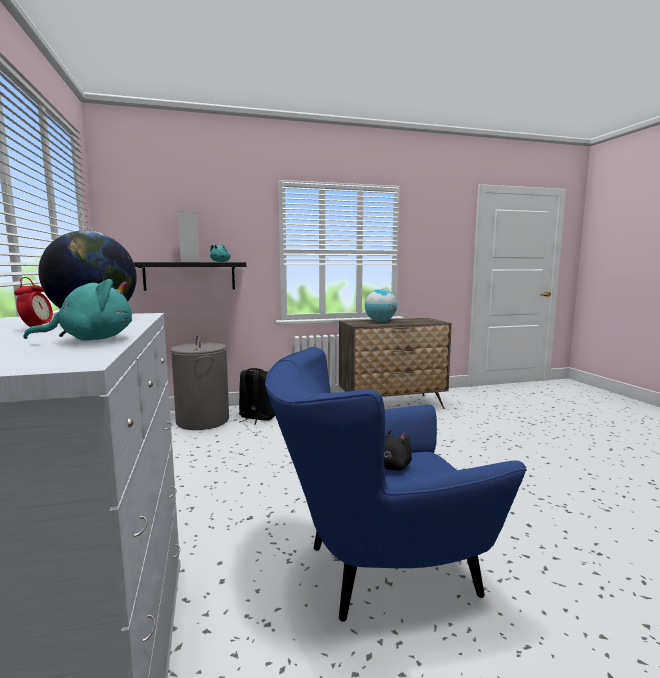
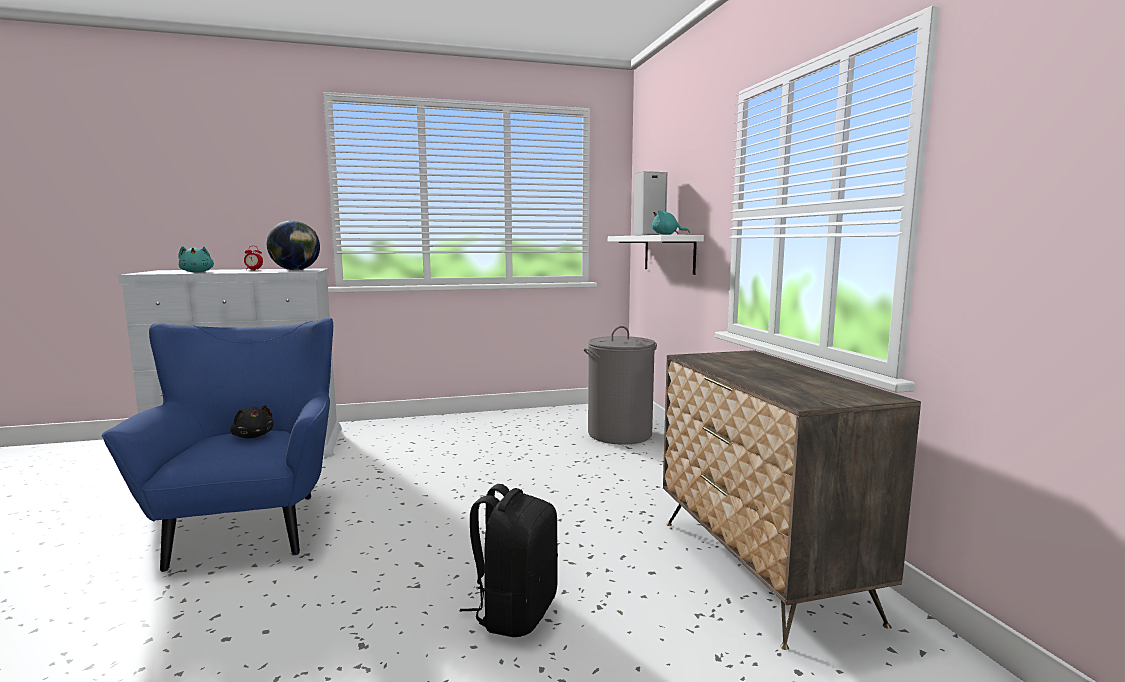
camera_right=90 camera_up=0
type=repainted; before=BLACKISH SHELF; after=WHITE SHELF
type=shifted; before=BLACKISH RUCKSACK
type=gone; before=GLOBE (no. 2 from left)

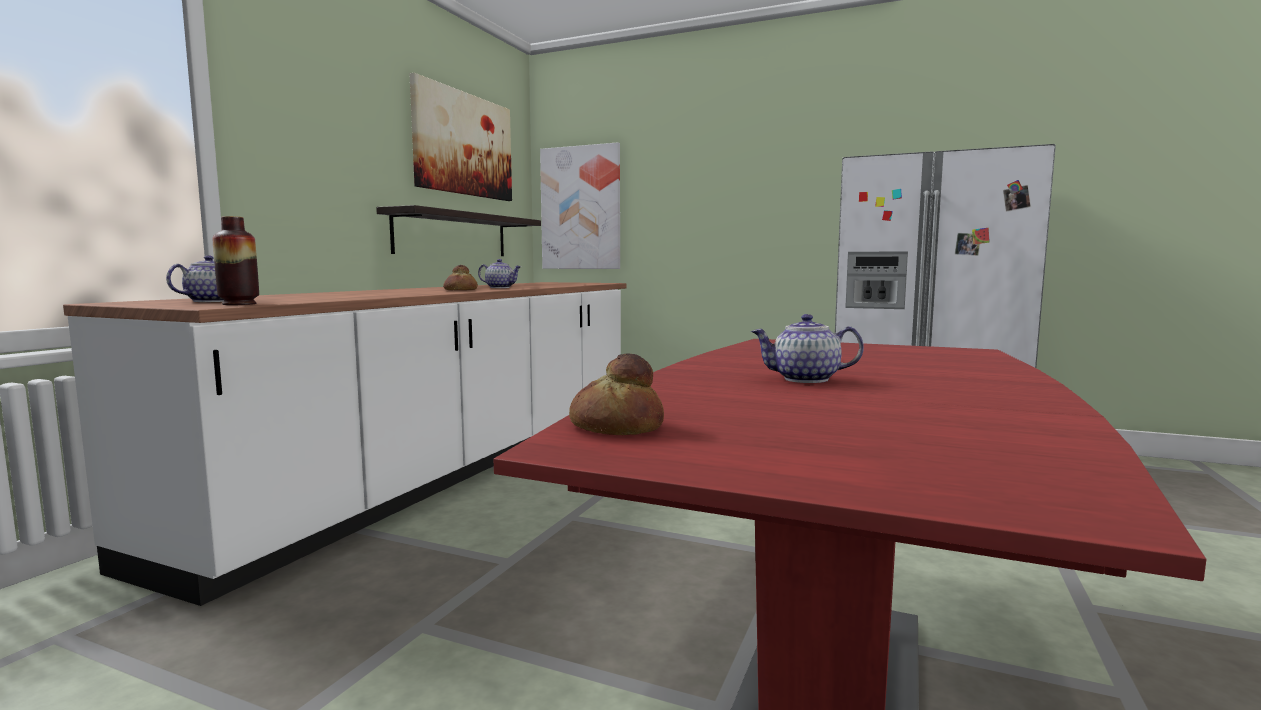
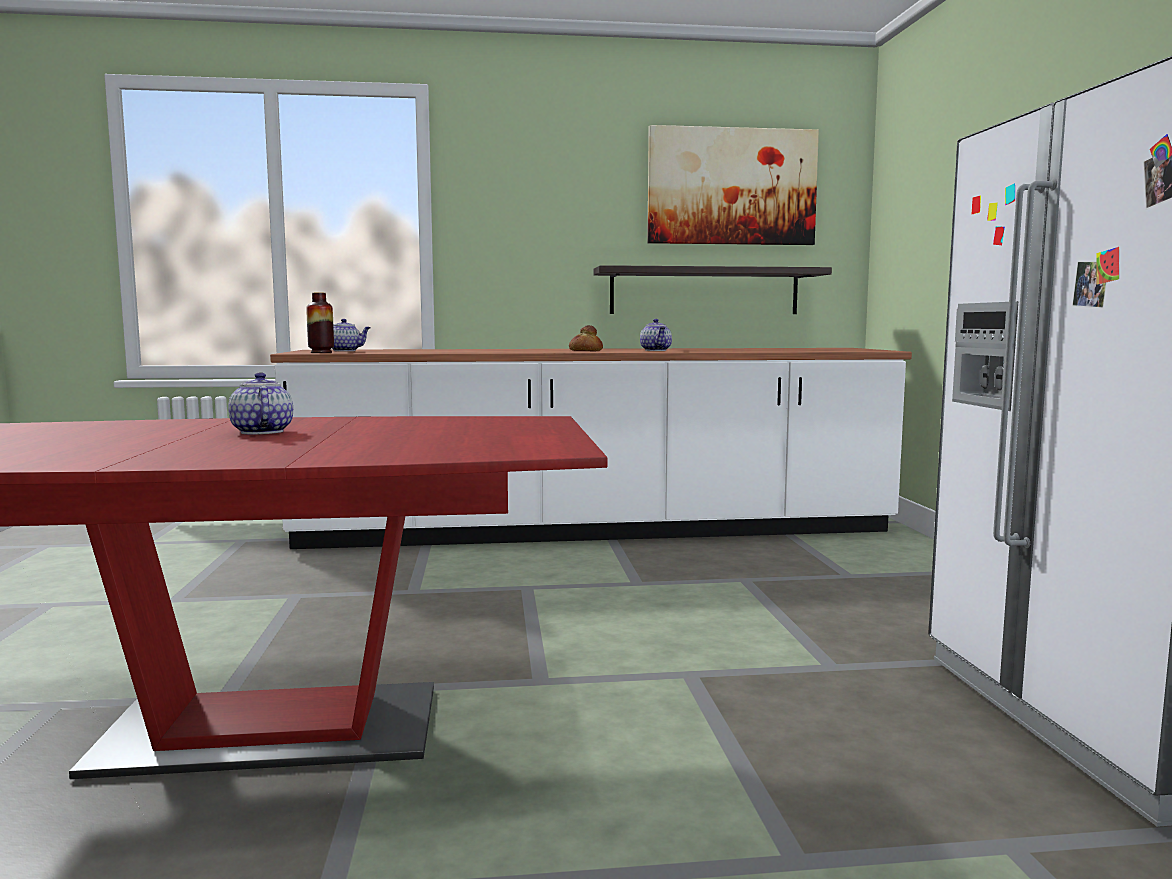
camera_right=60 camera_up=0
type=gone; before=WALL PICTURE (no. 2 from left)
type=gone; before=BAKERY BREAD (no. 2 from left)

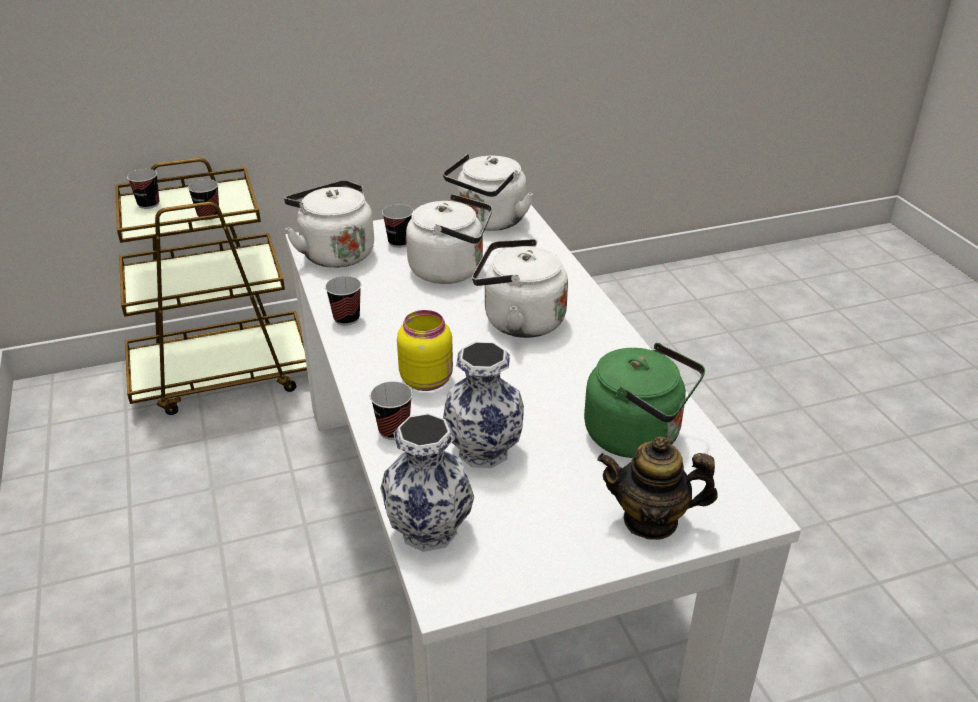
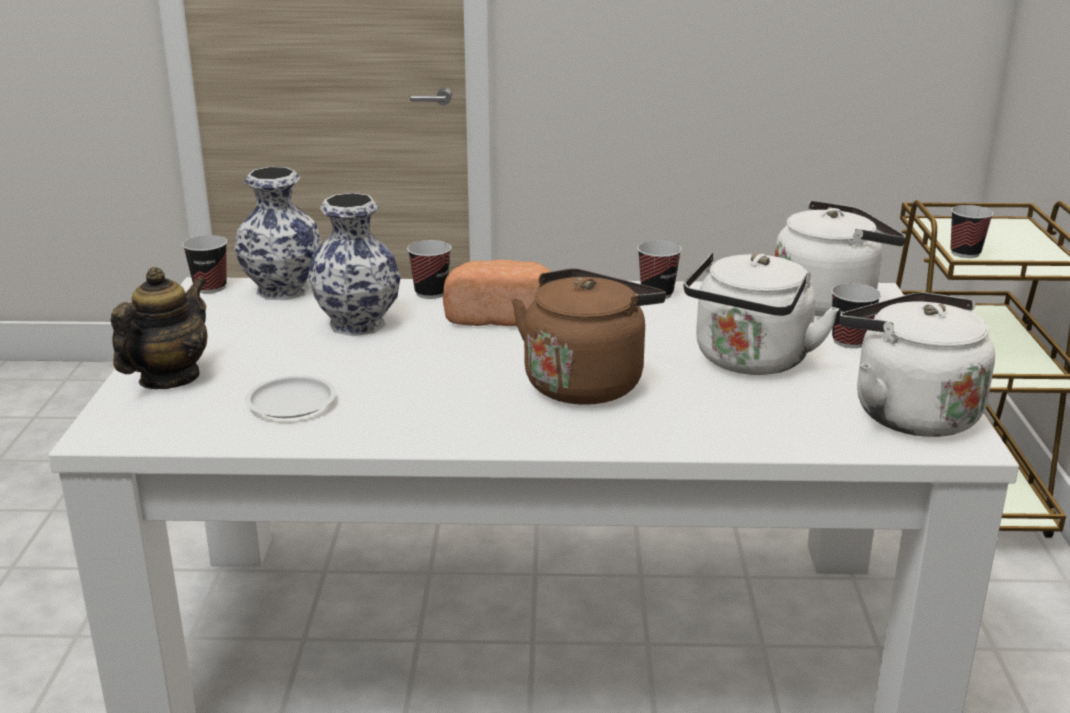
camera_right=110 camera_up=-10
type=shifted; before=CUP (no. 1 from left)
type=swapped; before=YELLOW-COLOURED PRESERVE JAR; after=BAKERY BREAD
type=repainted; before=WHITE KETTLE (no. 4 from left); after=BROWNISH KETTLE
type=swapped; before=GREENISH KETTLE; after=WHITE PLATE

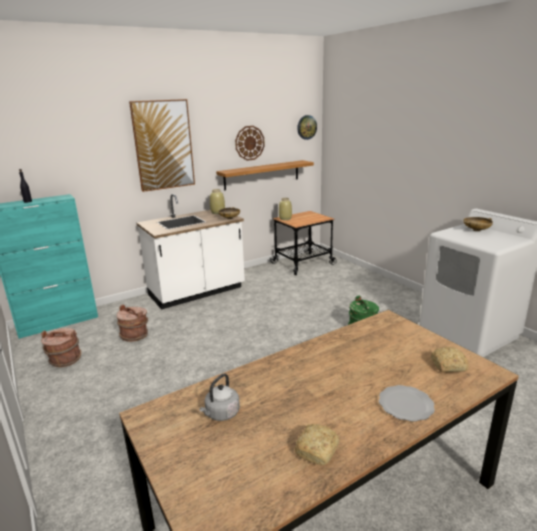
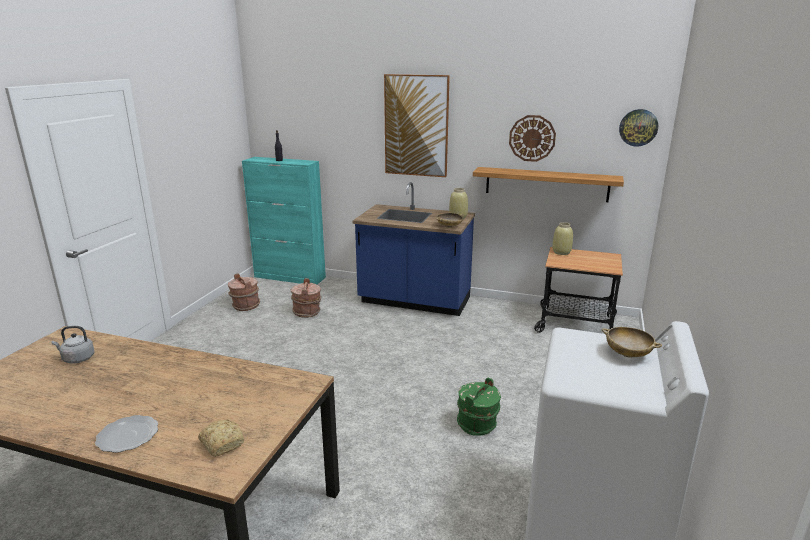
camera_right=50 camera_up=0
type=repainted; before=WHITE KITCHEN COUNTER; after=BLUISH KITCHEN COUNTER
type=gone; before=BAKERY BREAD (no. 1 from left)

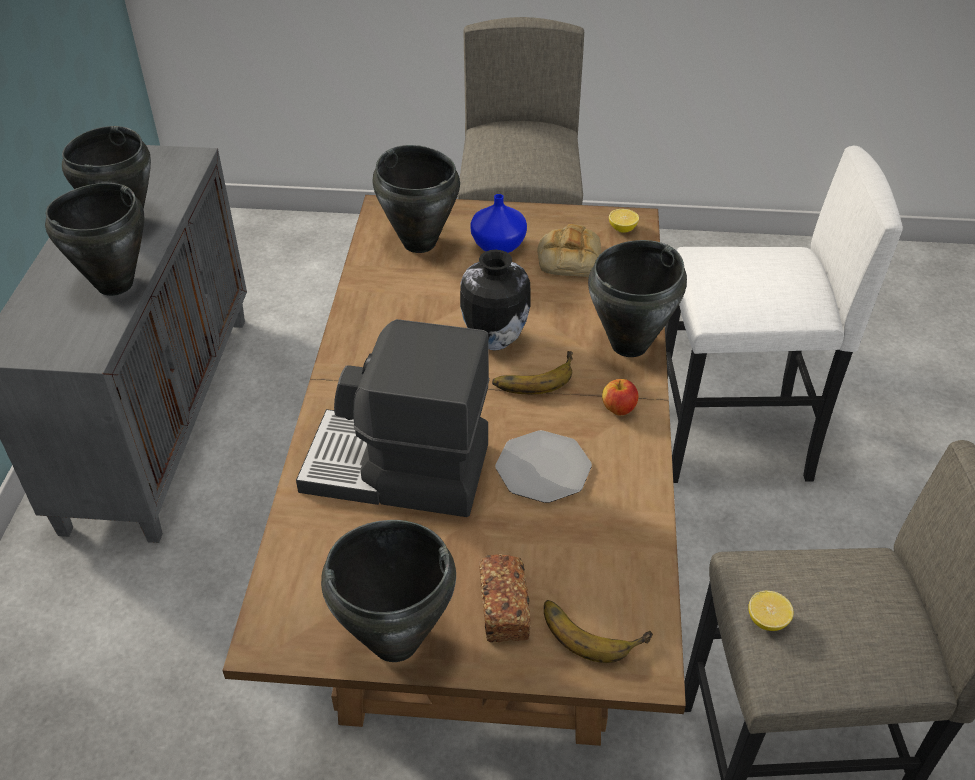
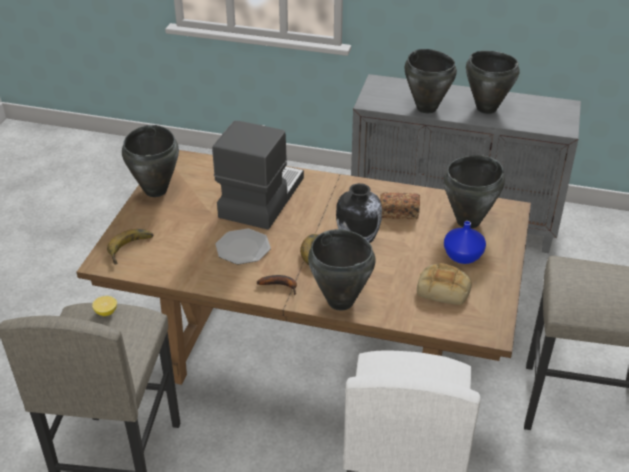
camera_right=100 camera_up=-5
type=shifted; before=BAKERY BREAD (no. 1 from left)
type=swapped; before=APPLE; after=BANANA (no. 2 from left)
type=gone; before=LEMON (no. 1 from left)

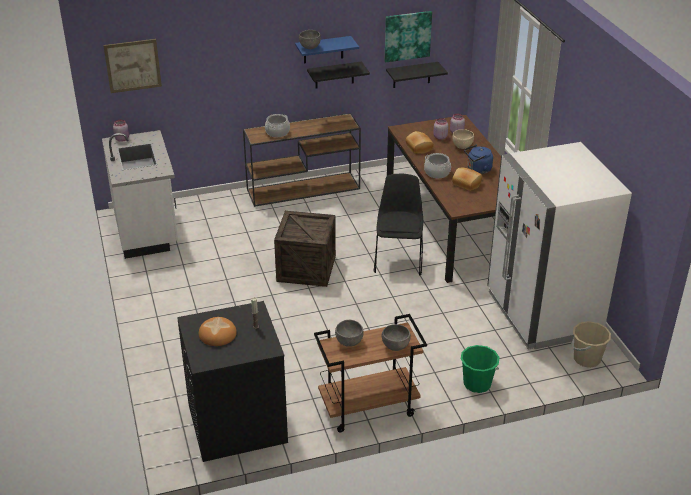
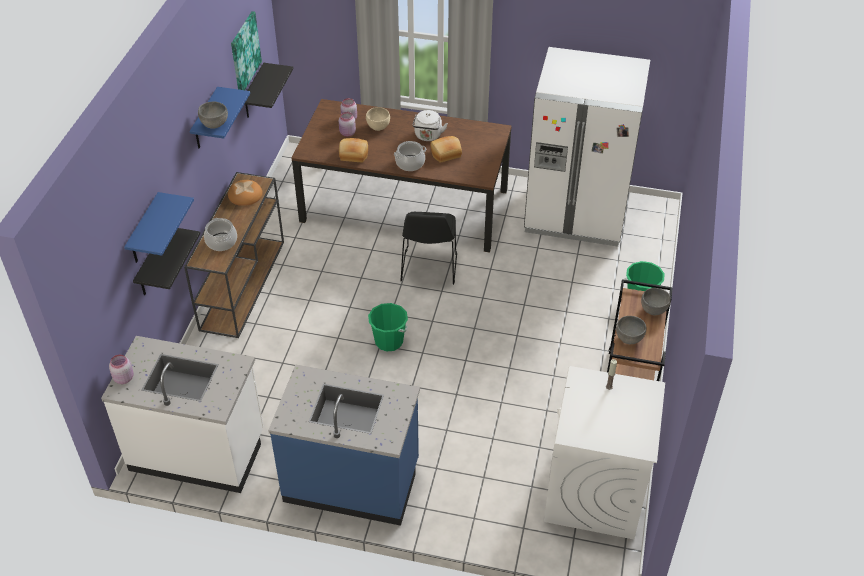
camera_right=-60 camera_up=10
type=gone; before=WALL PICTURE (no. 1 from left)
type=repainted; before=BLACKISH WASHING MACHINE; after=WHITE WASHING MACHINE
type=shifted; before=BAKERY BREAD (no. 1 from left)
type=swapped; before=SHIPPING CRATE; after=GREENISH PAIL (no. 1 from left)
type=shifted; before=BLACKISH SHELF (no. 1 from left)
type=rotated; before=BLACKISH UPRIGHT CHAIR; turn=-120
type=repainted; before=BLUISH KETTLE; after=WHITE KETTLE
type=gone; before=BEIGE PAIL
type=new; after=BLUISH SHELF (no. 1 from left)
type=new; after=BLUISH KITCHEN COUNTER

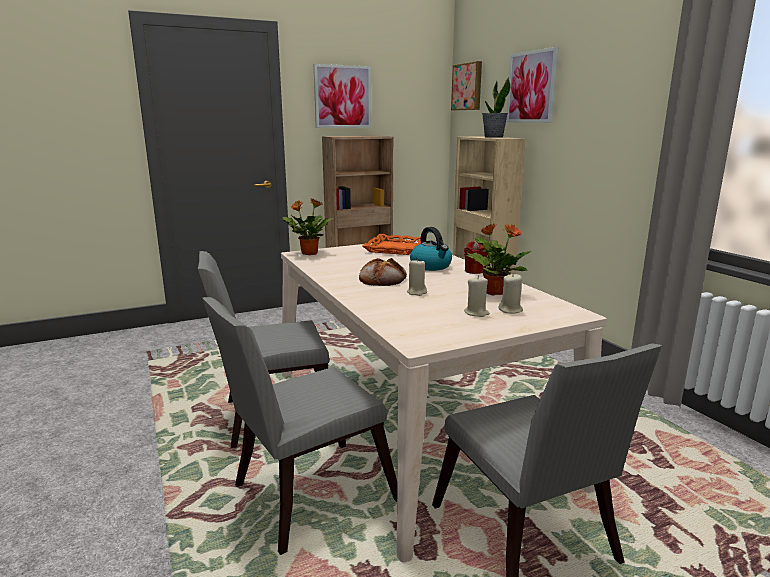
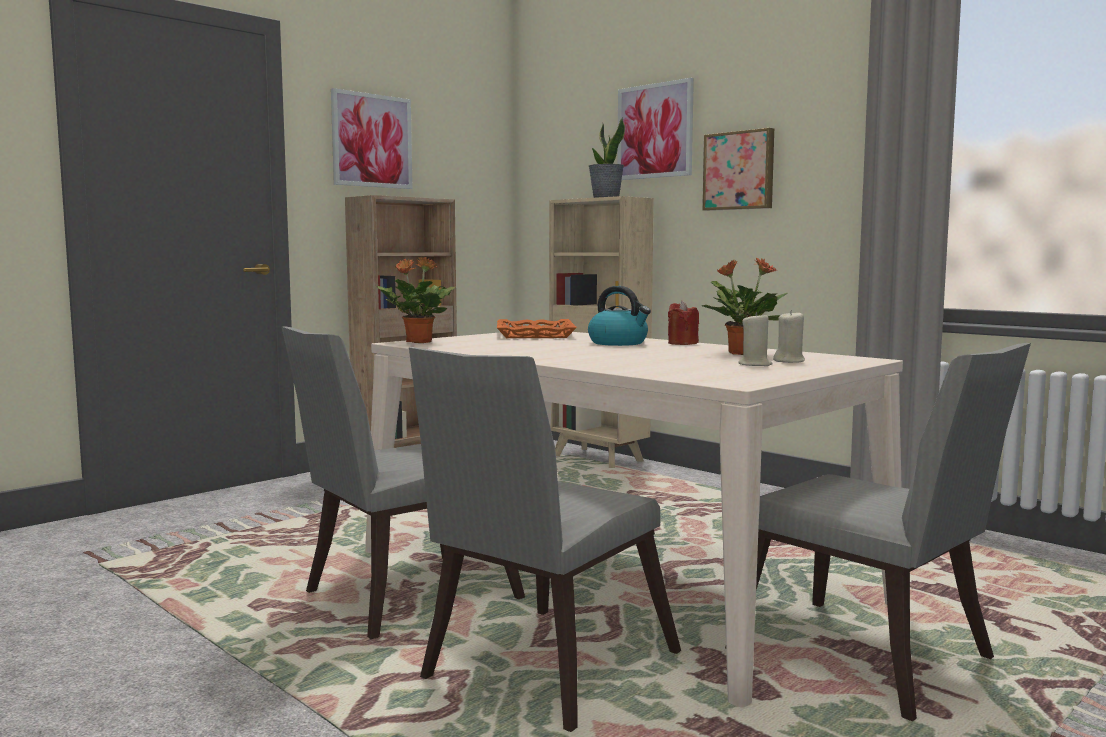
camera_right=-20 camera_up=-10
type=gone; before=BAKERY BREAD
type=gone; before=BEIGE WAX LIGHT (no. 1 from left)
type=shifted; before=WALL PICTURE (no. 2 from left in the first image); after=WALL PICTURE (no. 3 from left)

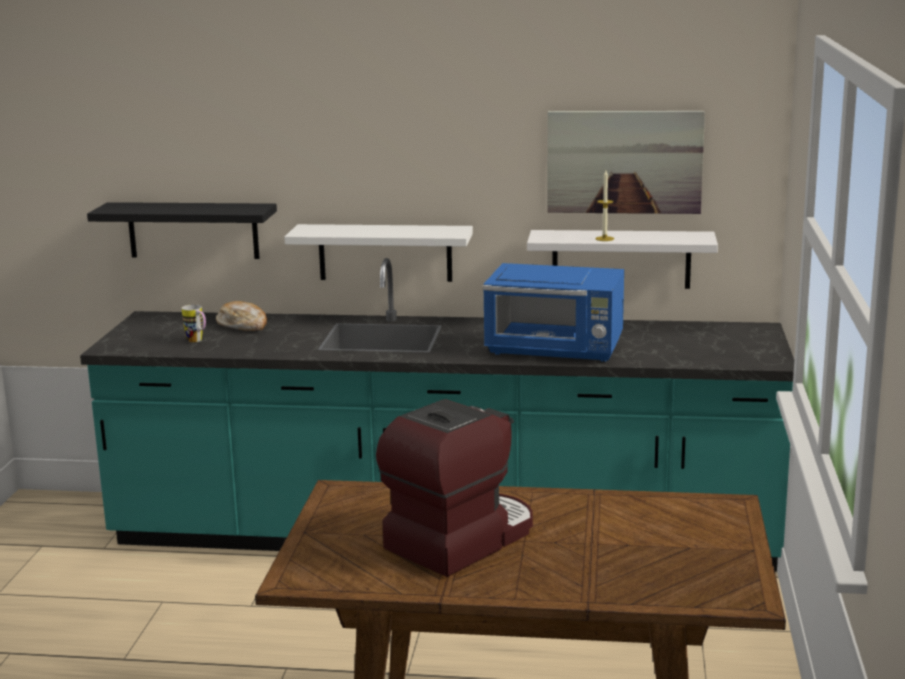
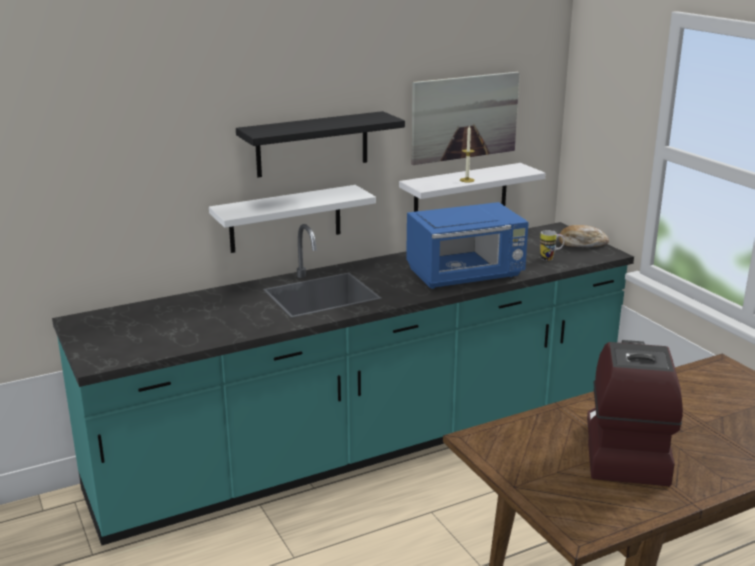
camera_right=-35 camera_up=5
type=shifted; before=BLACKISH SHELF
type=shifted; before=COFFEE MUG
type=shifted; before=BAKERY BREAD

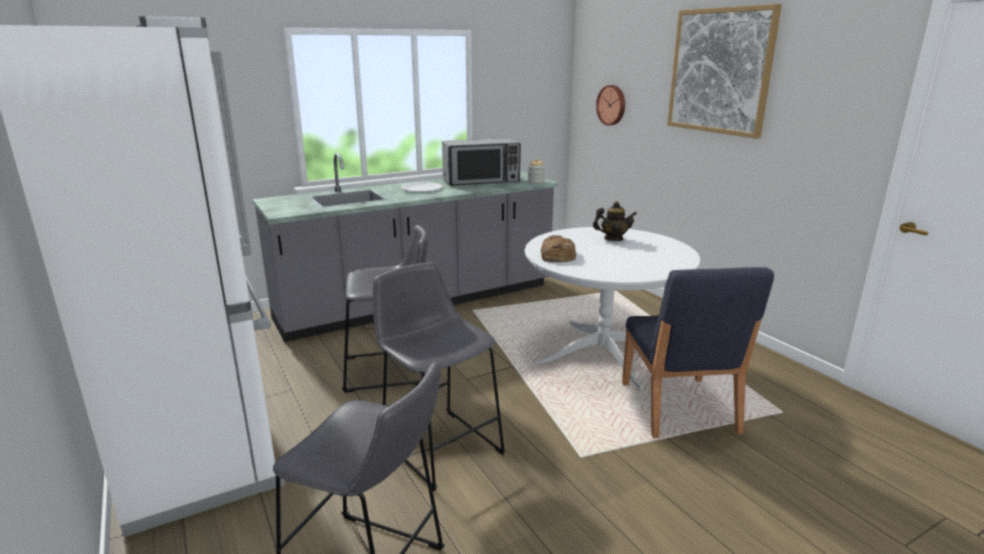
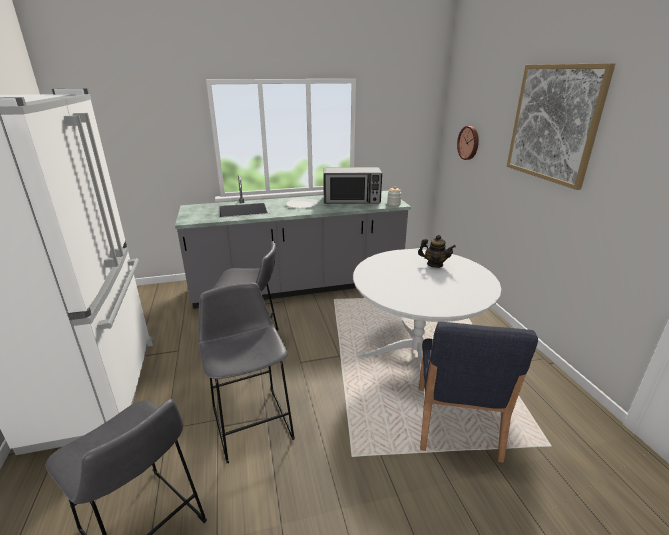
camera_right=15 camera_up=5
type=gone; before=BAKERY BREAD

